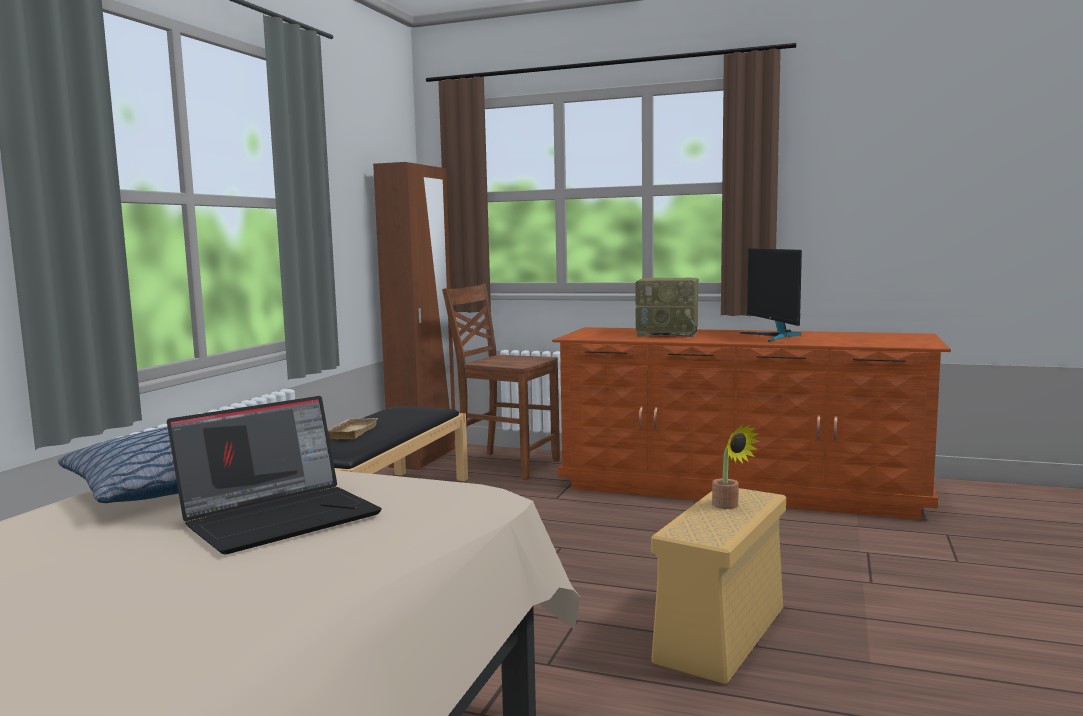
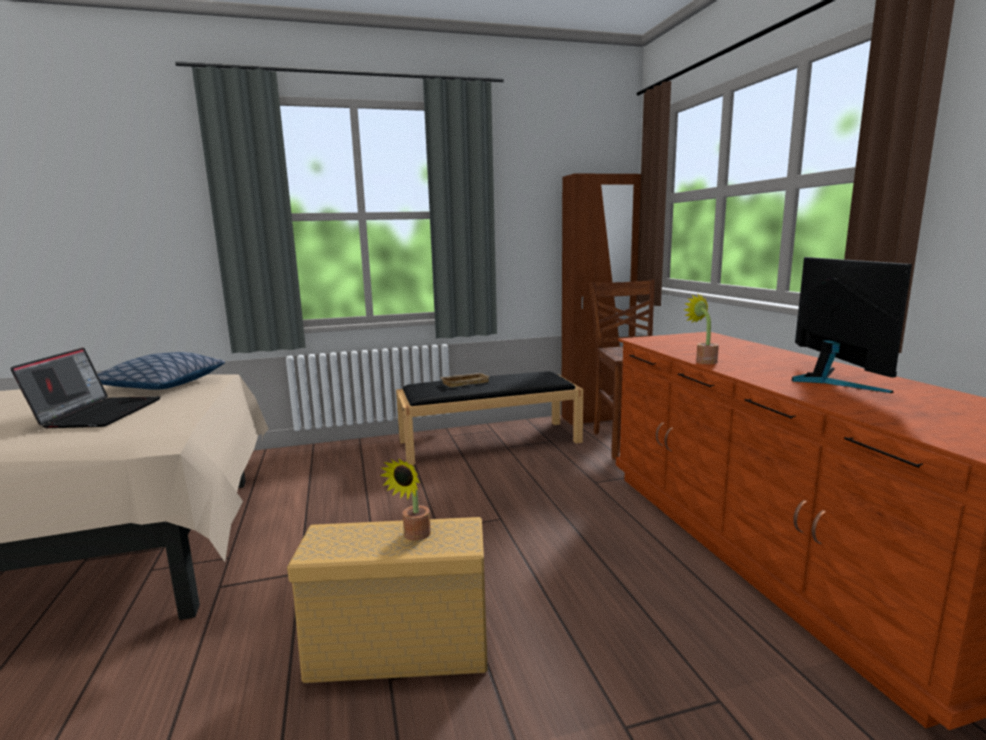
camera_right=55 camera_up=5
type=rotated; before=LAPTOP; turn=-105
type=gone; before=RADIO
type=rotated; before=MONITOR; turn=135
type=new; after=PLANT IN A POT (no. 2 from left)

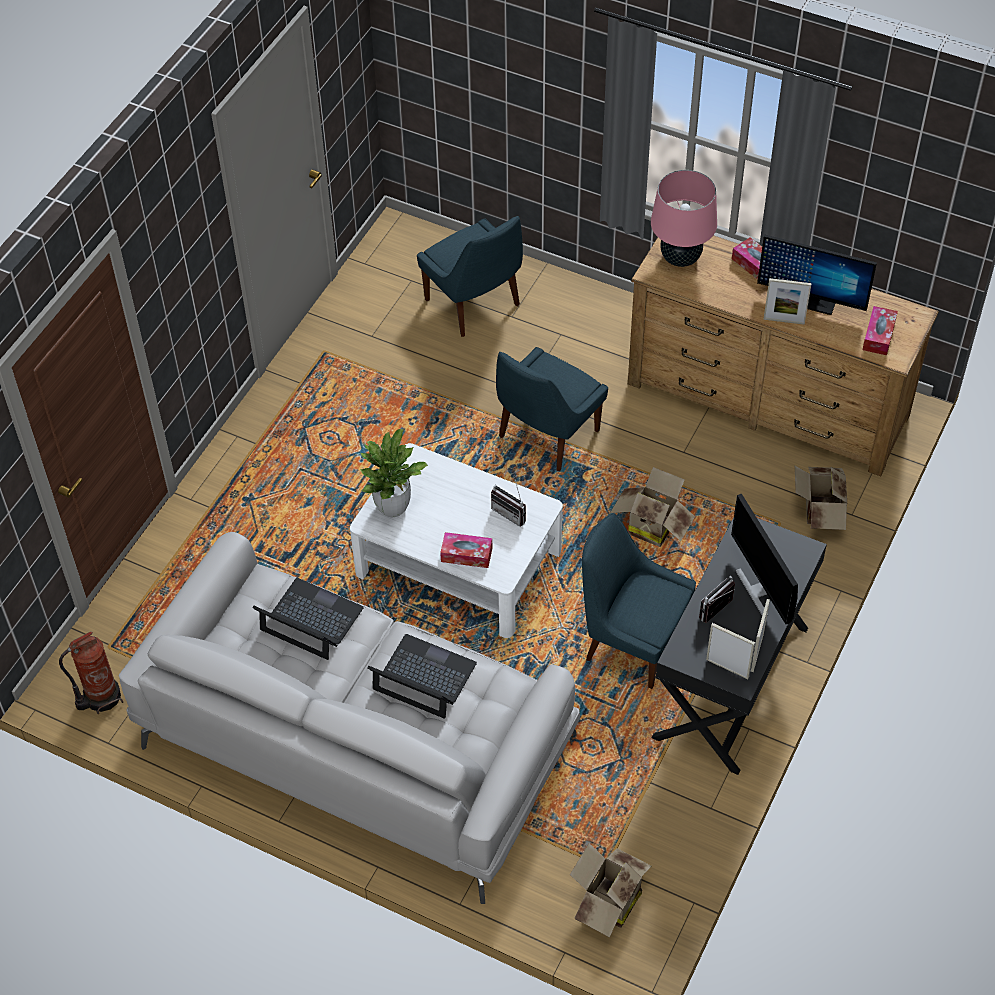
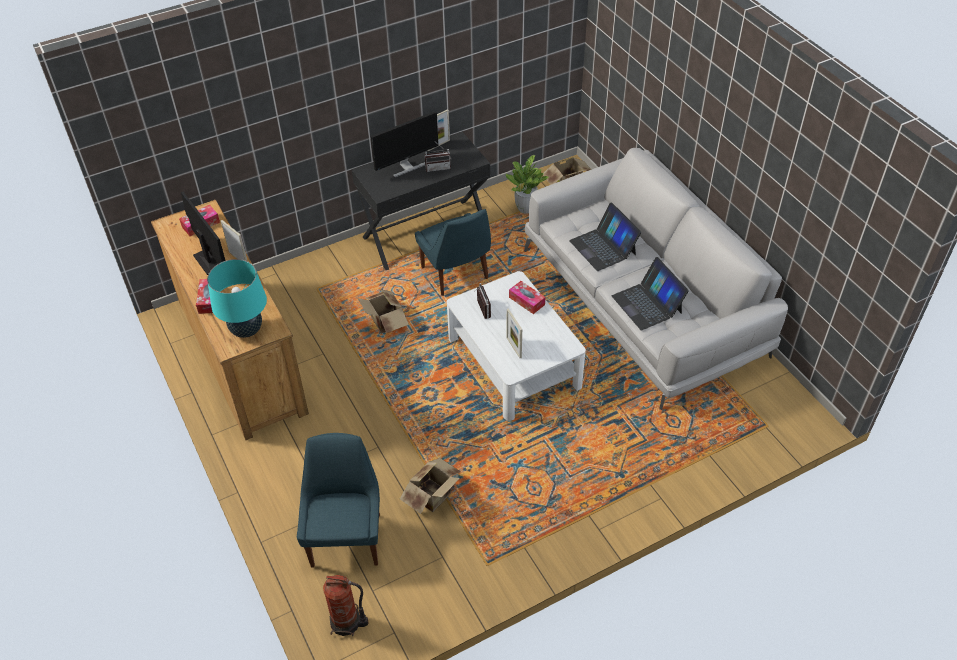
camera_right=-145 camera_up=-5
type=shifted; before=FIRE EXTINGUISHER
type=shifted; before=PLANT IN A POT
type=gone; before=BLUISH UPRIGHT CHAIR (no. 2 from left)
type=repainted; before=PINK-COLOURED TABLETOP LAMP; after=TURQUOISE-COLOURED TABLETOP LAMP
type=shifted; before=STANDING FRAME (no. 1 from left in the first image); after=STANDING FRAME (no. 3 from left)
type=rotated; before=MONITOR (no. 1 from left in the first image); turn=45
type=shifted; before=PACKING BOX (no. 3 from left in the first image); after=PACKING BOX (no. 2 from left)

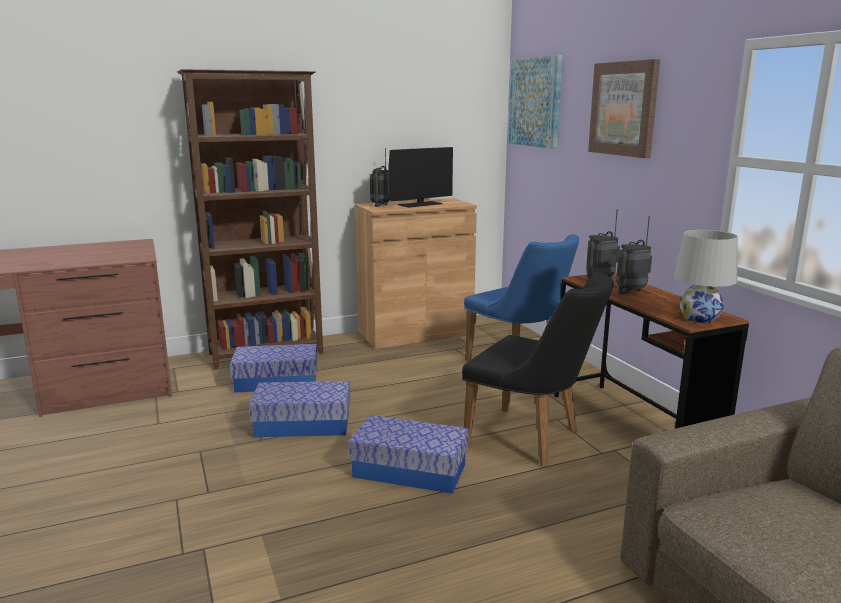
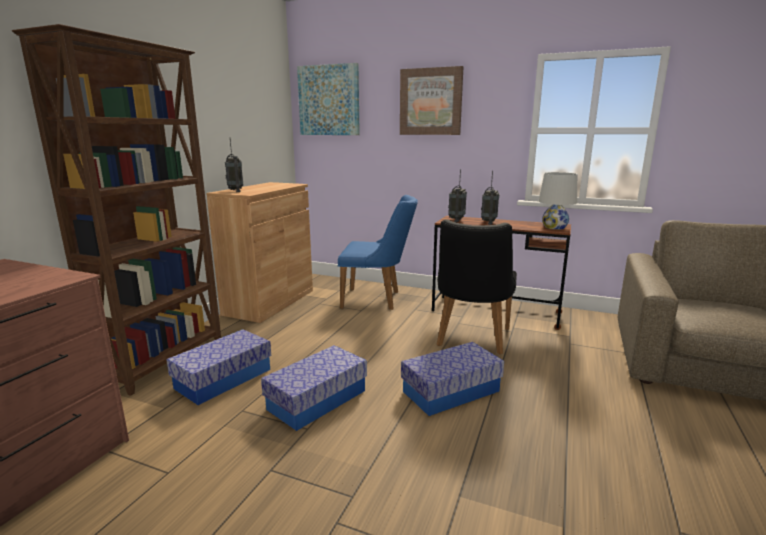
camera_right=-45 camera_up=0
type=gone; before=MONITOR
type=rotated; before=BLACKISH UPRIGHT CHAIR; turn=120

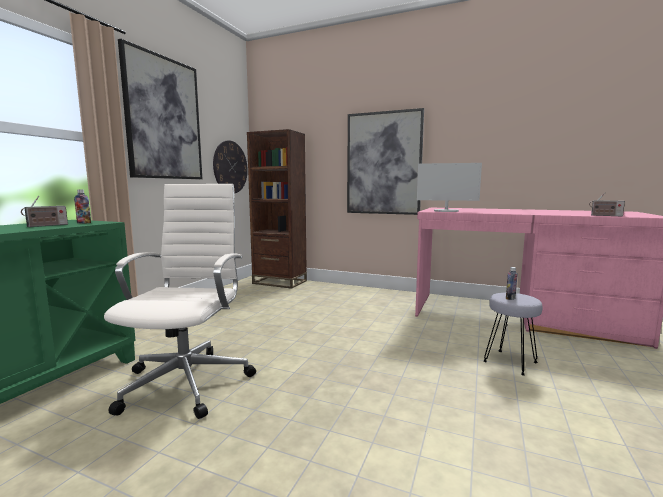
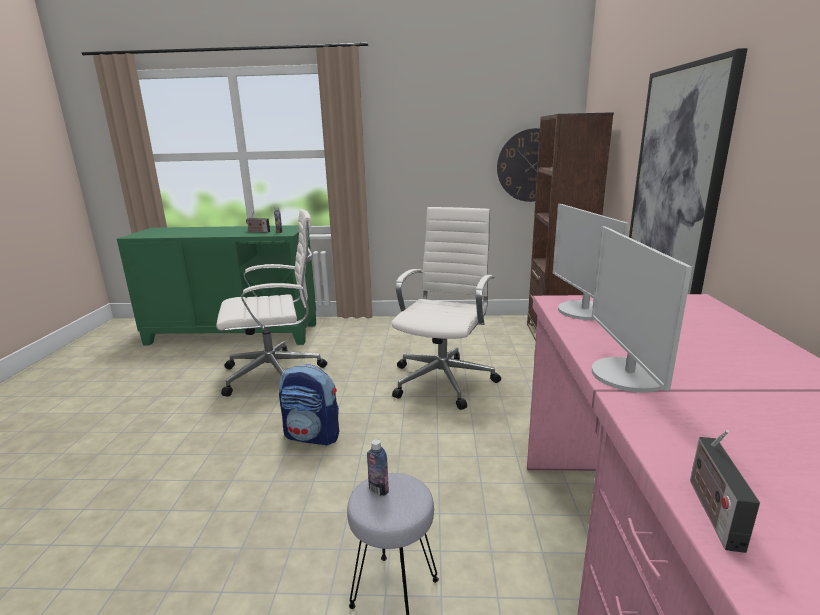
camera_right=70 camera_up=10
type=gone; before=WALL PICTURE (no. 1 from left)
type=new; after=RUCKSACK
type=new; after=WHITE OFFICE CHAIR (no. 2 from left)
type=new; after=MONITOR (no. 2 from left)

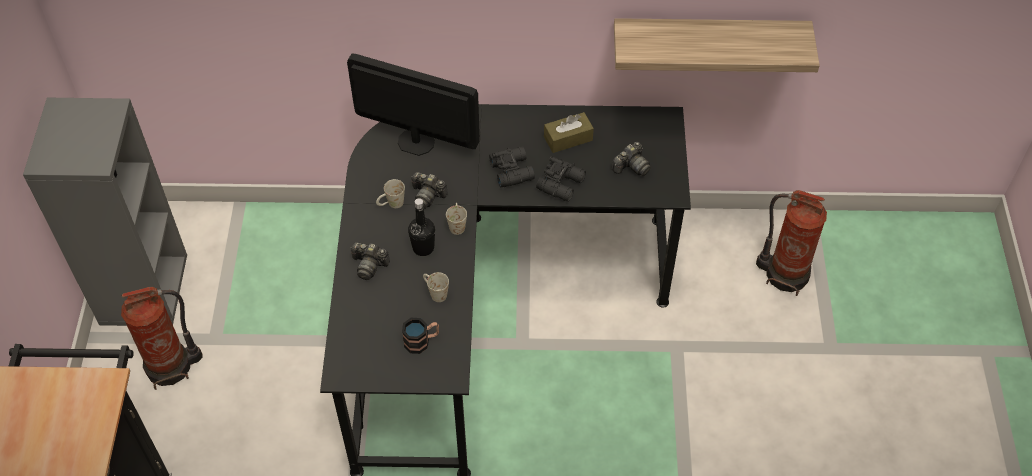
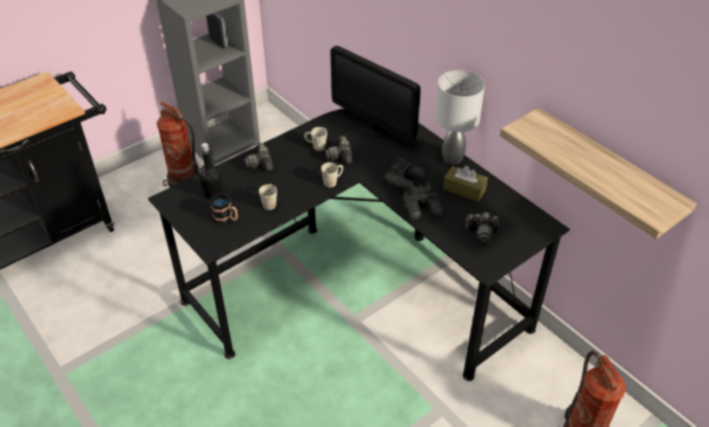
camera_right=50 camera_up=-10
type=rotated; before=MONITOR; turn=150
type=shifted; before=BLACKISH BOTTLE
type=new; after=GREY TABLETOP LAMP

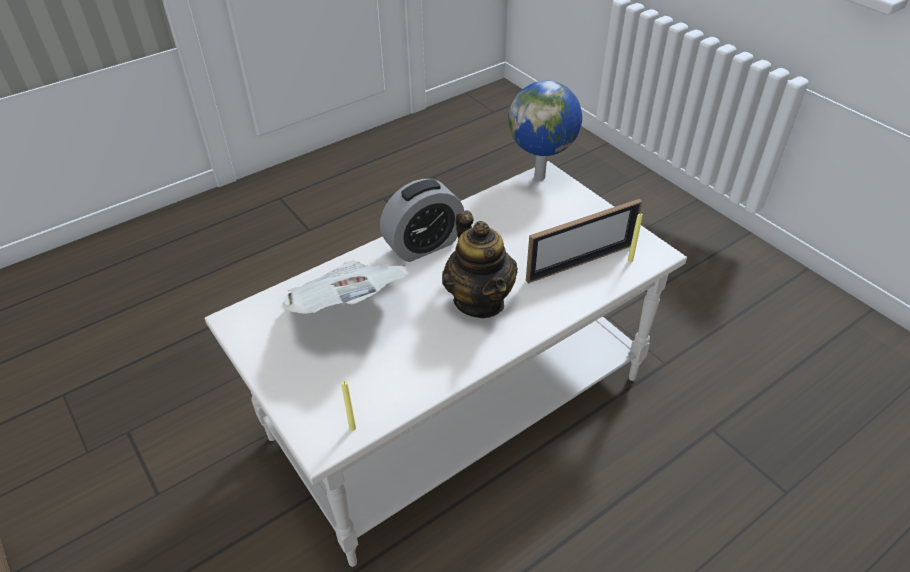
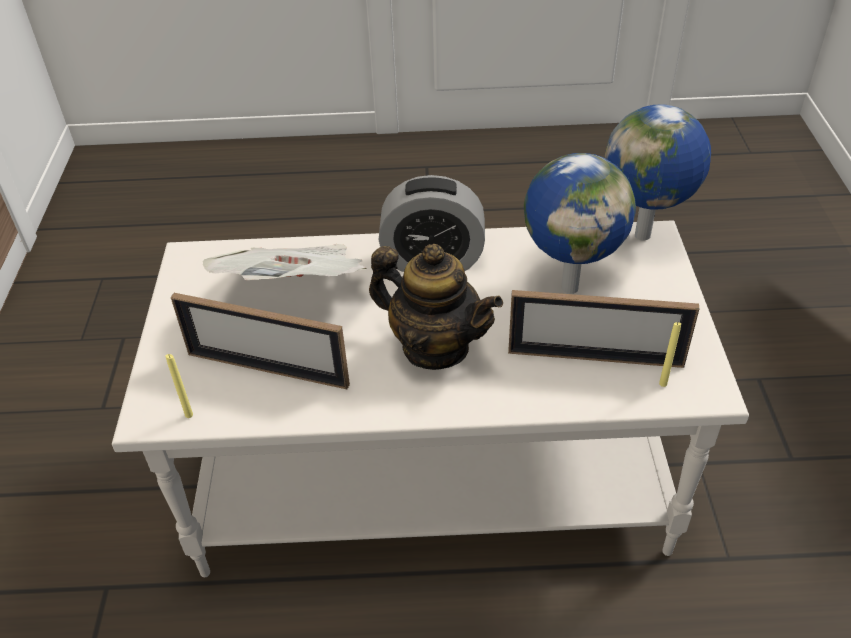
camera_right=35 camera_up=0
type=rotated; before=TEA POT; turn=-75
type=new; after=STANDING FRAME (no. 1 from left)
type=new; after=GLOBE (no. 1 from left)

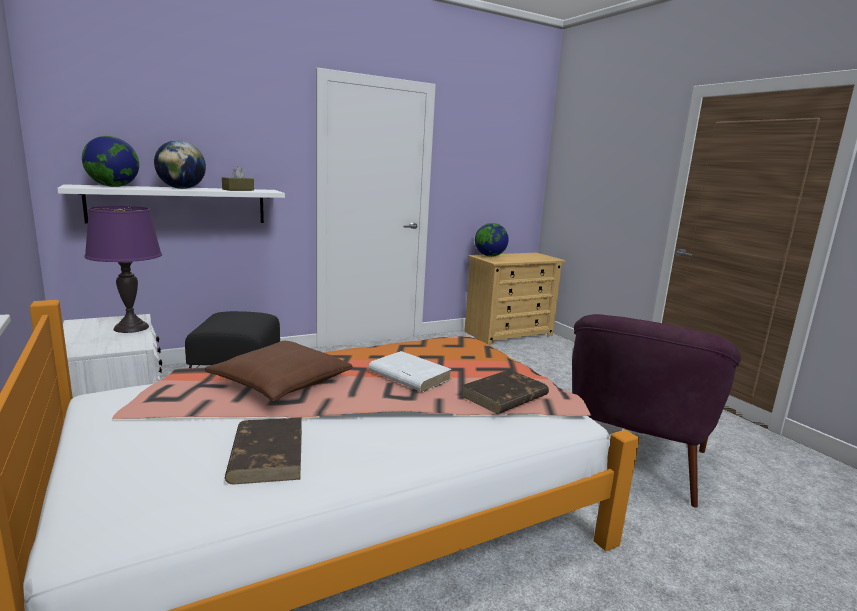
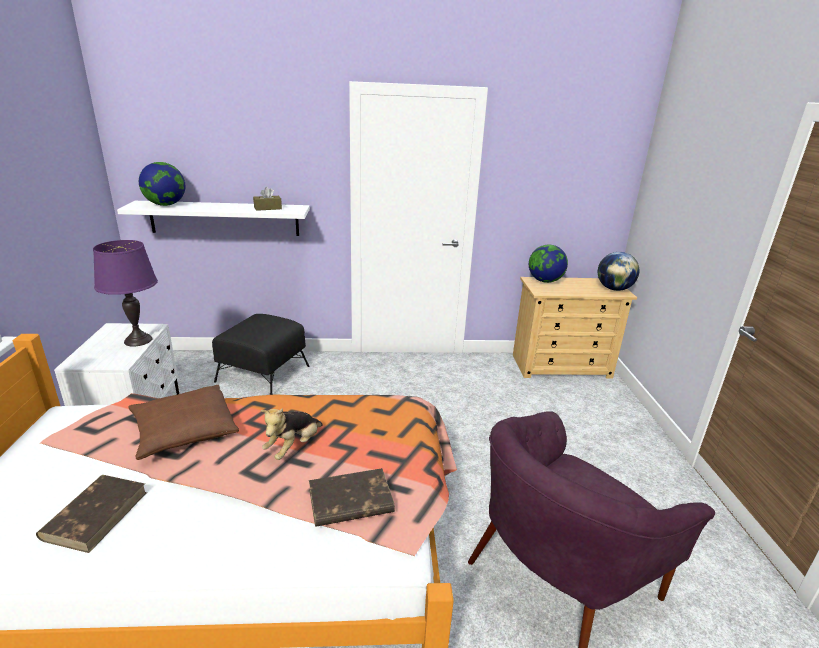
camera_right=25 camera_up=10
type=shifted; before=GLOBE (no. 2 from left in the first image); after=GLOBE (no. 3 from left)
type=swapped; before=WHITE VOLUME; after=CUDDLY TOY

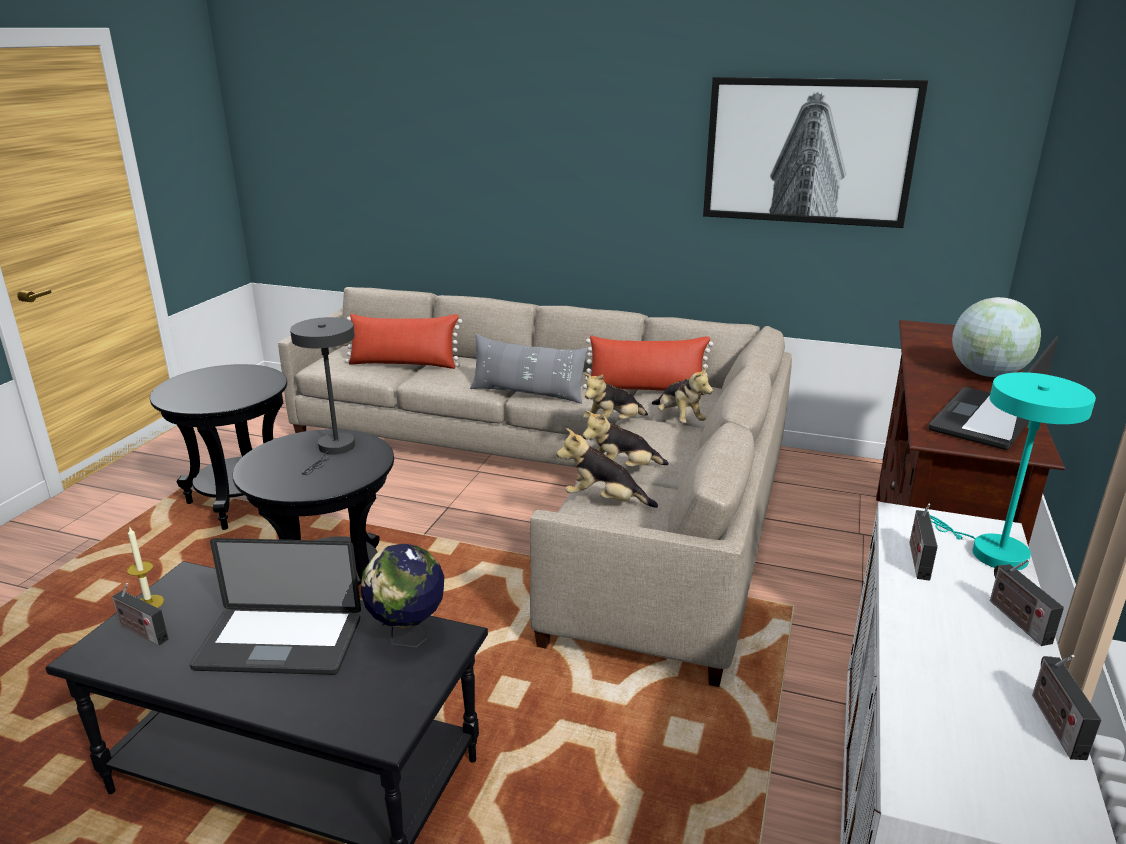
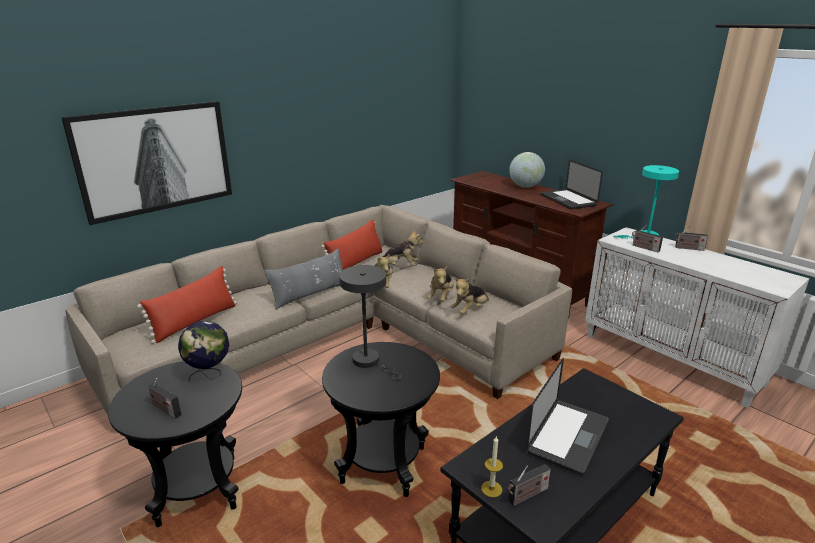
camera_right=-60 camera_up=0
type=shifted; before=GLOBE (no. 1 from left)
type=shifted; before=WALL PICTURE
type=shifted; before=RADIO (no. 4 from left in the first image); after=RADIO (no. 1 from left)

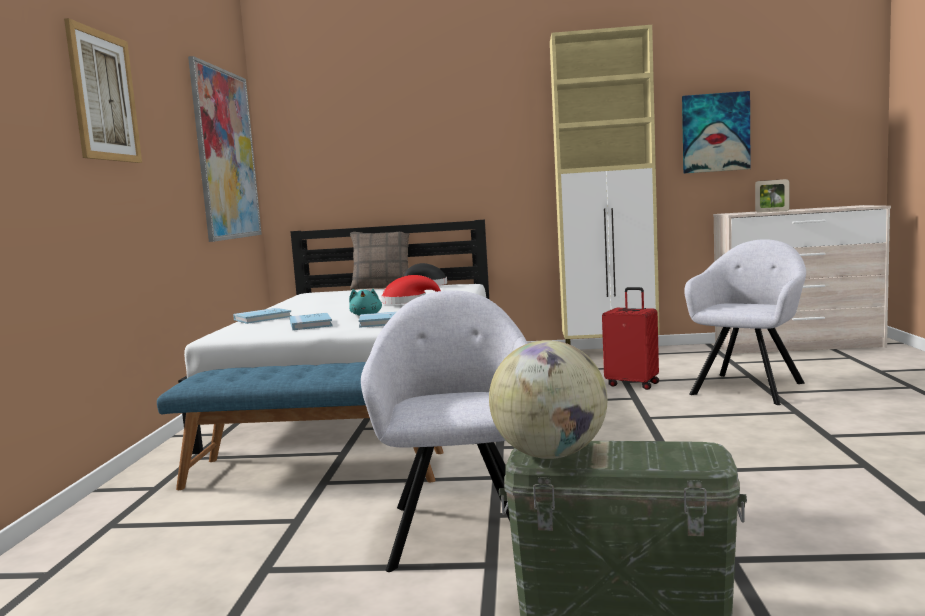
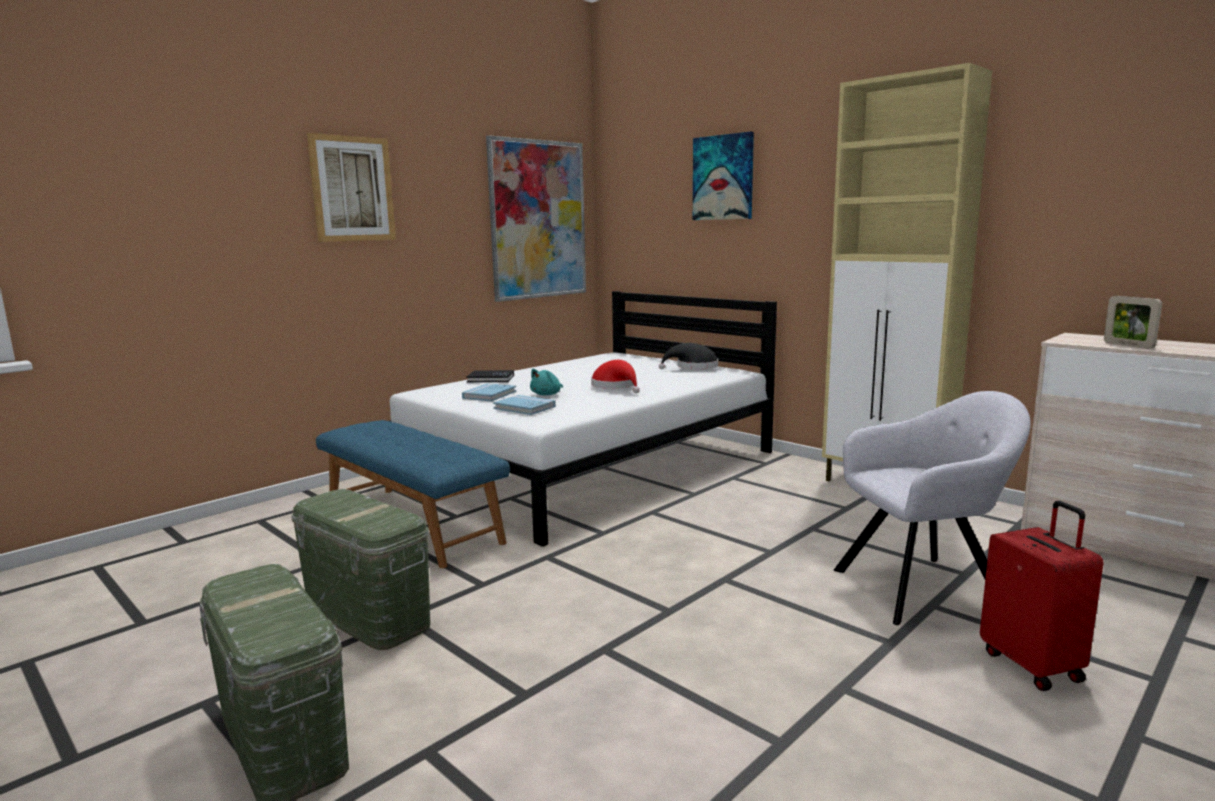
camera_right=40 camera_up=5
type=repainted; before=BLUISH VOLUME (no. 1 from left); after=BLACKISH VOLUME
type=gone; before=CUSHION
type=swapped; before=GREY ARMCHAIR (no. 1 from left); after=GREENISH STORAGE BOX (no. 2 from left)
type=gone; before=GLOBE
type=shifted; before=REDDISH SUITCASE
type=shifted; before=WALL PICTURE (no. 3 from left)

